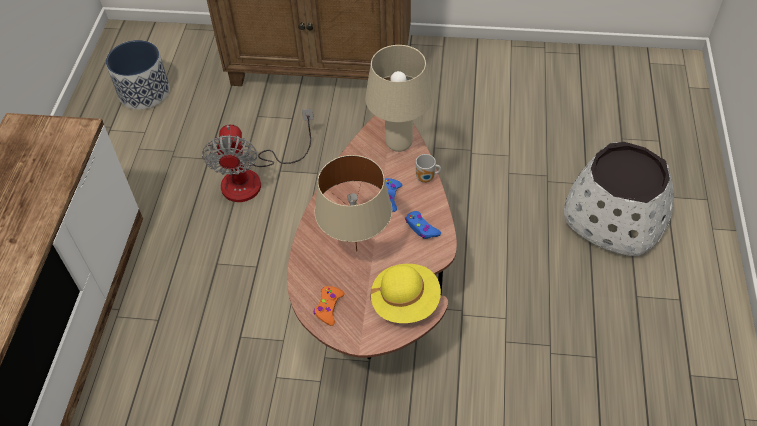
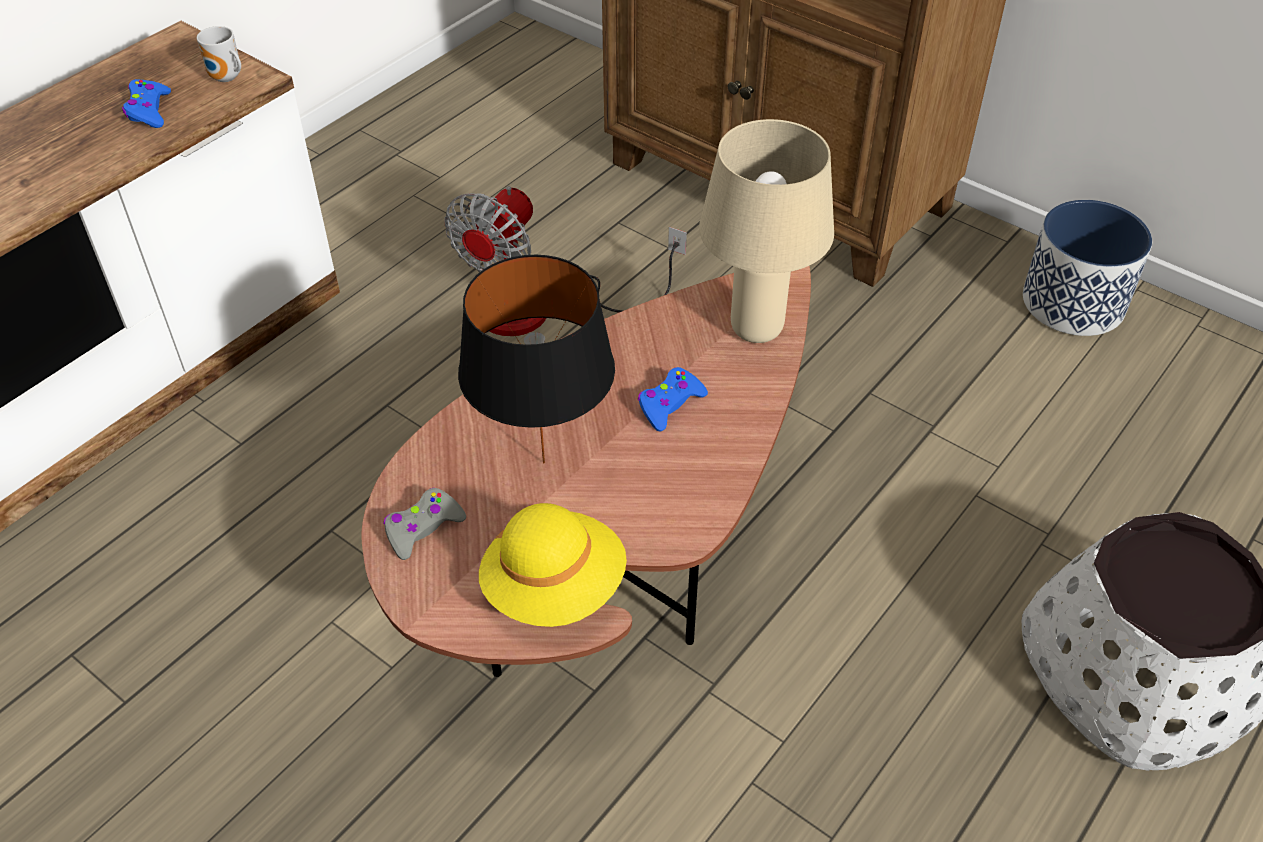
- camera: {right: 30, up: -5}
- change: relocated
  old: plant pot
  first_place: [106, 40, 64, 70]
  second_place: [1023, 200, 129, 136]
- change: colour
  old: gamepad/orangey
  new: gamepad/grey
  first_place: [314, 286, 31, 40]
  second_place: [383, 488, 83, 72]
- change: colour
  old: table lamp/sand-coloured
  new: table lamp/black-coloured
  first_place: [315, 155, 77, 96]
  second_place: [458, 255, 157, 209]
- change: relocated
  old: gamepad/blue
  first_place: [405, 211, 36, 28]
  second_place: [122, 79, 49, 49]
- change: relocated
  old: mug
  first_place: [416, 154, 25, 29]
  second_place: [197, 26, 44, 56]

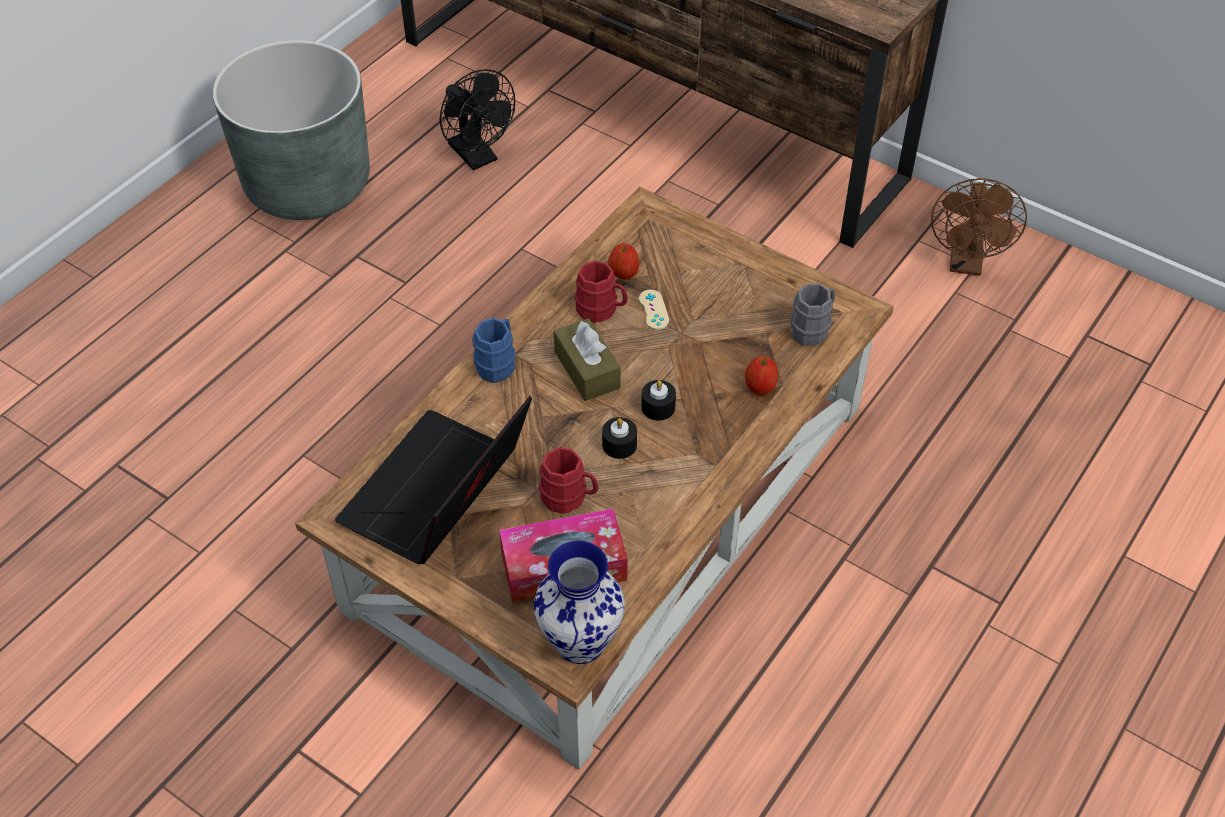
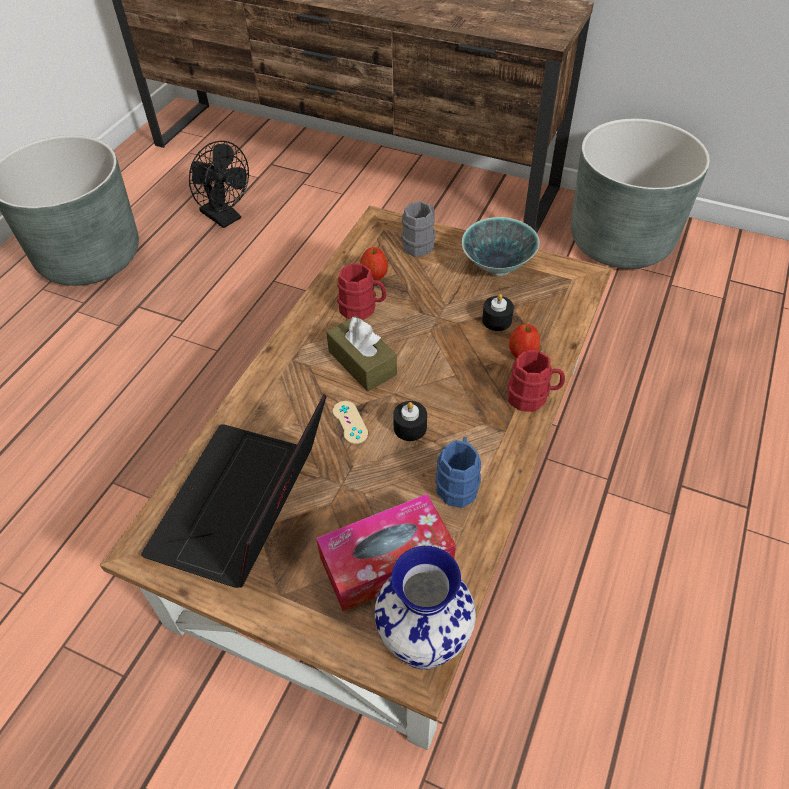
- camera: {right: -10, up: 0}
- change: relocated
  old: mug/blue
  first_place: [472, 318, 44, 65]
  second_place: [436, 437, 45, 71]
- change: relocated
  old: mug/red-coloured
  first_place: [539, 447, 59, 67]
  second_place: [507, 350, 58, 62]
- change: relocated
  old: gamepad/sand-coloured
  first_place: [639, 290, 30, 40]
  second_place: [333, 401, 35, 43]
- change: relocated
  old: candle/black-coloured
  first_place: [641, 380, 35, 41]
  second_place: [482, 294, 32, 37]
- change: relocated
  old: mug/grey
  first_place: [790, 283, 45, 63]
  second_place: [401, 201, 35, 56]
- change: exchanged
  old: fan/brown
  new: plant pot/grey
  first_place: [931, 178, 96, 98]
  second_place: [571, 118, 139, 151]
- change: appeared
  new: serving bowl
  second_place: [462, 217, 77, 59]

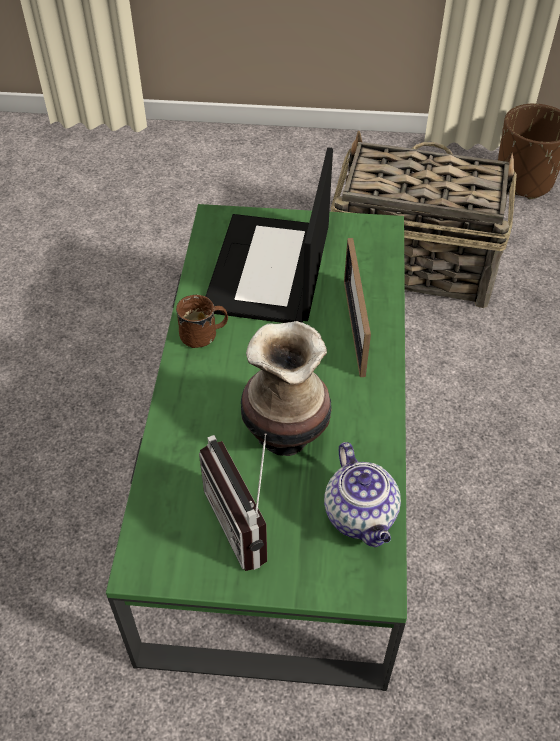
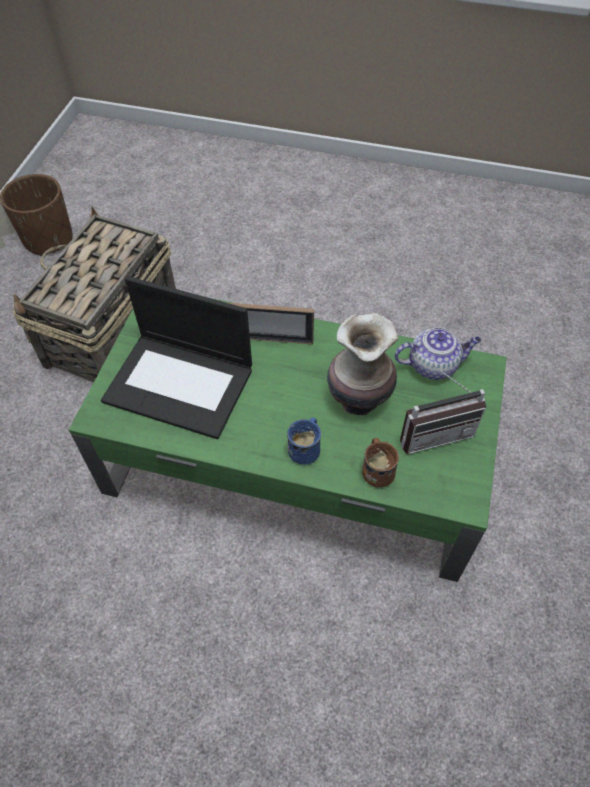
- camera: {right: -80, up: 5}
- change: relocated
  old: mug/brown
  first_place: [176, 294, 52, 54]
  second_place: [362, 438, 37, 50]
- change: appeared
  new: mug/blue
  second_place: [287, 417, 34, 48]

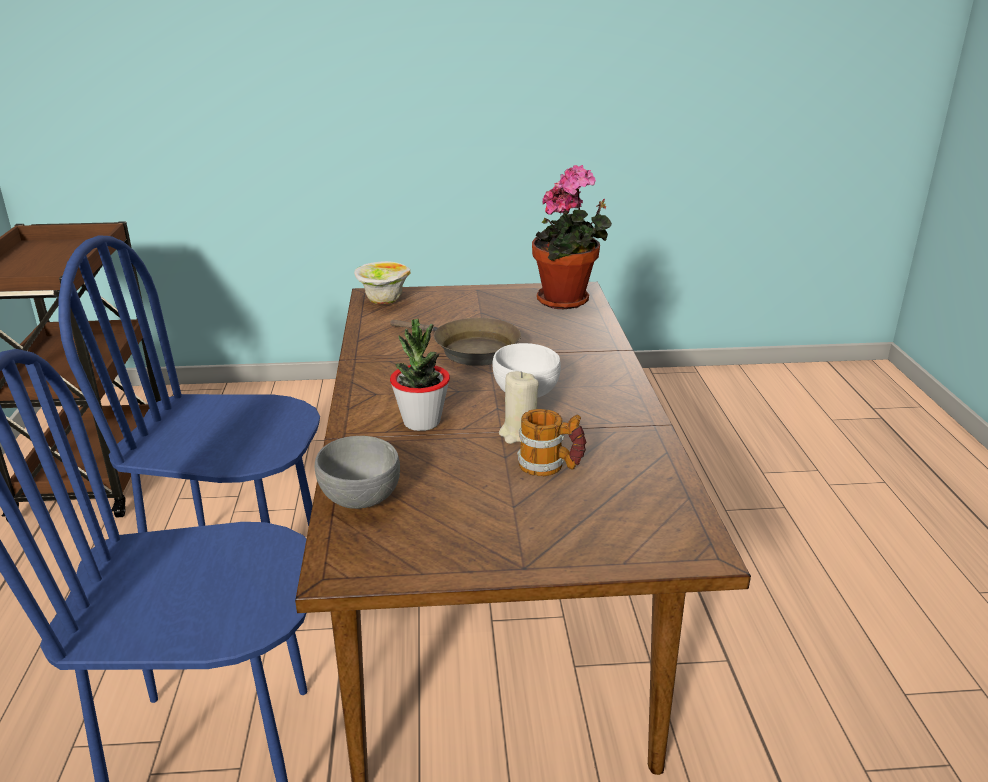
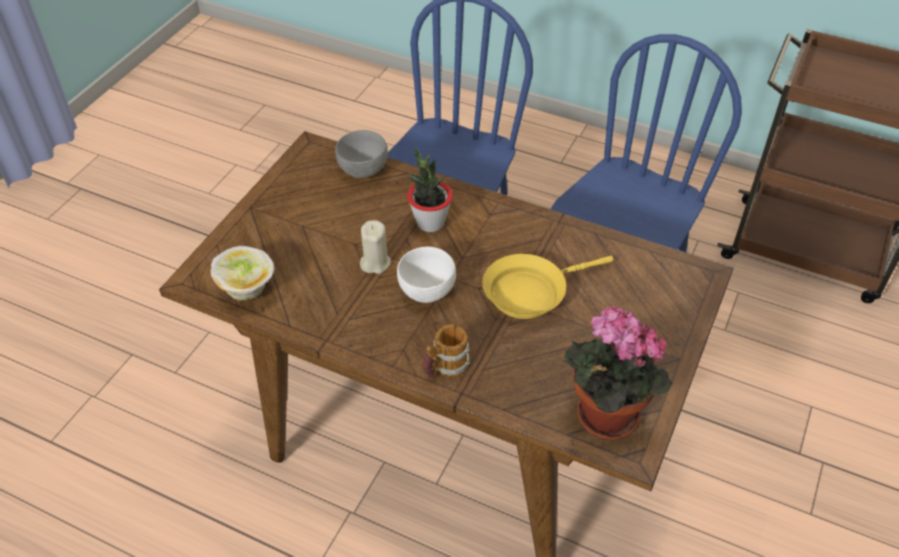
- camera: {right: 120, up: 20}
- change: relocated
  old: serving bowl
  first_place: [354, 261, 57, 43]
  second_place: [210, 246, 64, 55]
- change: colour
  old: skillet/brown
  new: skillet/yellowish
  first_place: [390, 318, 131, 48]
  second_place: [483, 254, 131, 65]
- change: relocated
  old: mug
  first_place: [517, 409, 69, 67]
  second_place: [422, 324, 48, 54]

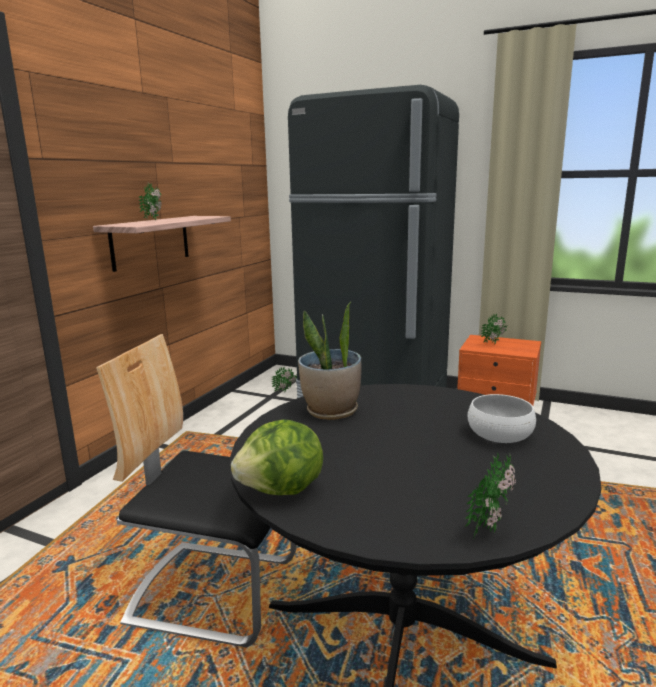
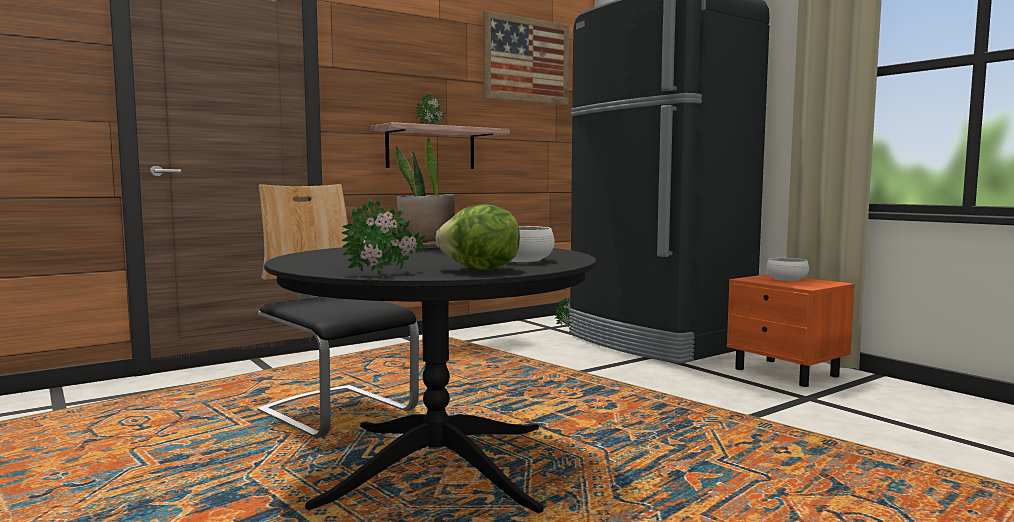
- camera: {right: 30, up: -10}
- change: relocated
  old: lettuce head
  first_place: [231, 419, 92, 76]
  second_place: [435, 204, 85, 66]
- change: exchanged
  old: potted plant
  new: serving bowl/white-coloured
  first_place: [481, 313, 26, 31]
  second_place: [766, 258, 43, 23]
- change: appeared
  new: wall art
  second_place: [483, 11, 86, 94]

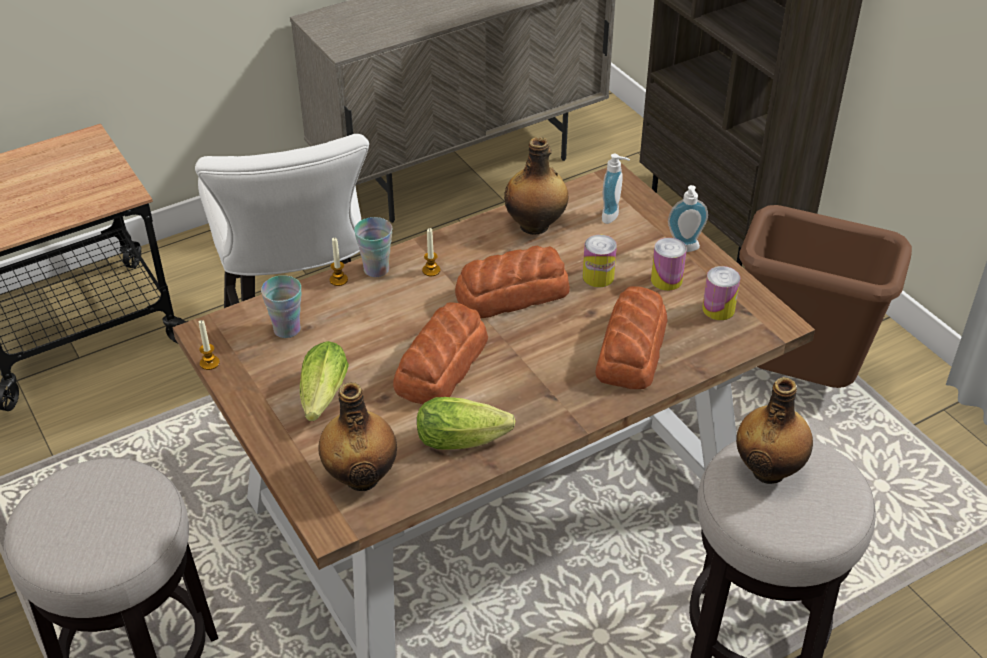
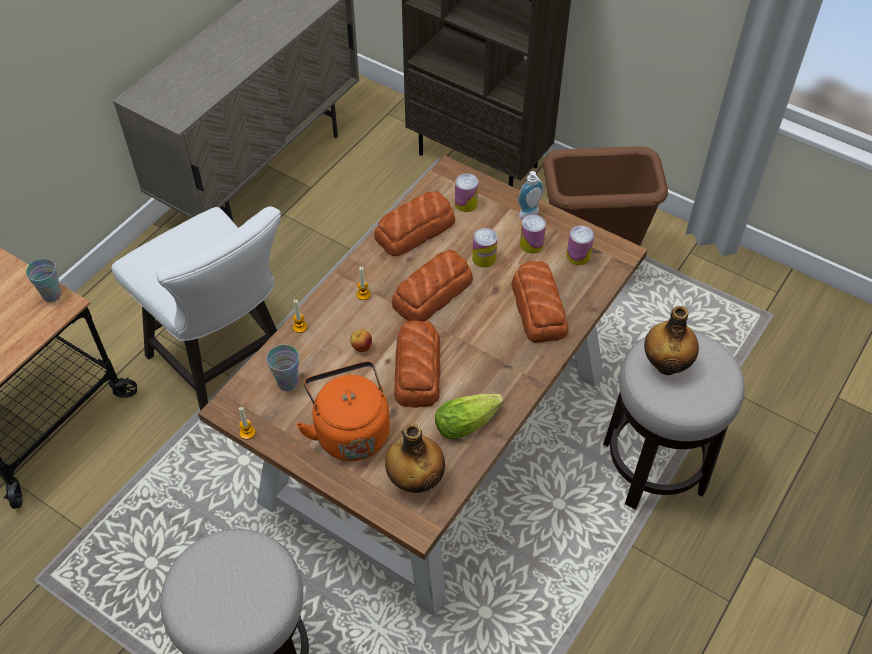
- camera: {right: -25, up: 10}
- change: exchanged
  old: lettuce head
  new: kettle/orangey
  first_place: [300, 341, 49, 80]
  second_place: [296, 361, 94, 100]
- change: relocated
  old: small cup
  first_place: [354, 217, 38, 60]
  second_place: [26, 259, 36, 43]
- change: exchanged
  old: beverage bottle
  new: baked bread
  first_place: [504, 137, 64, 98]
  second_place: [374, 191, 81, 65]
- change: exchanged
  old: soap bottle
  new: metal can
  first_place: [602, 154, 28, 70]
  second_place: [455, 174, 24, 38]
- change: appeared
  new: apple
  second_place: [350, 329, 22, 23]

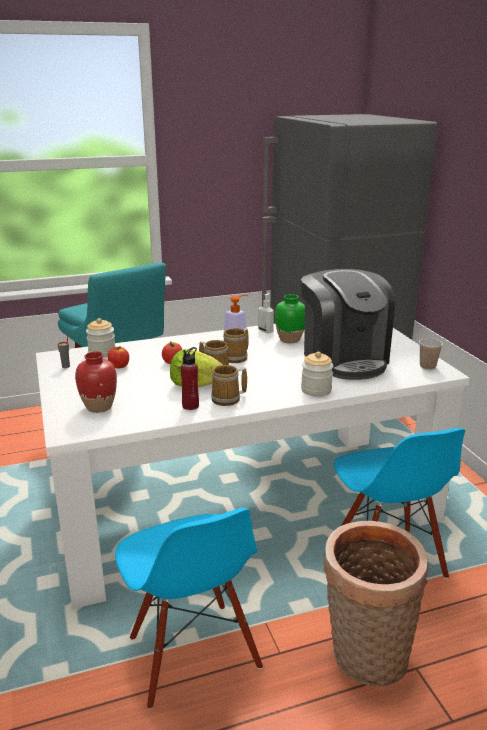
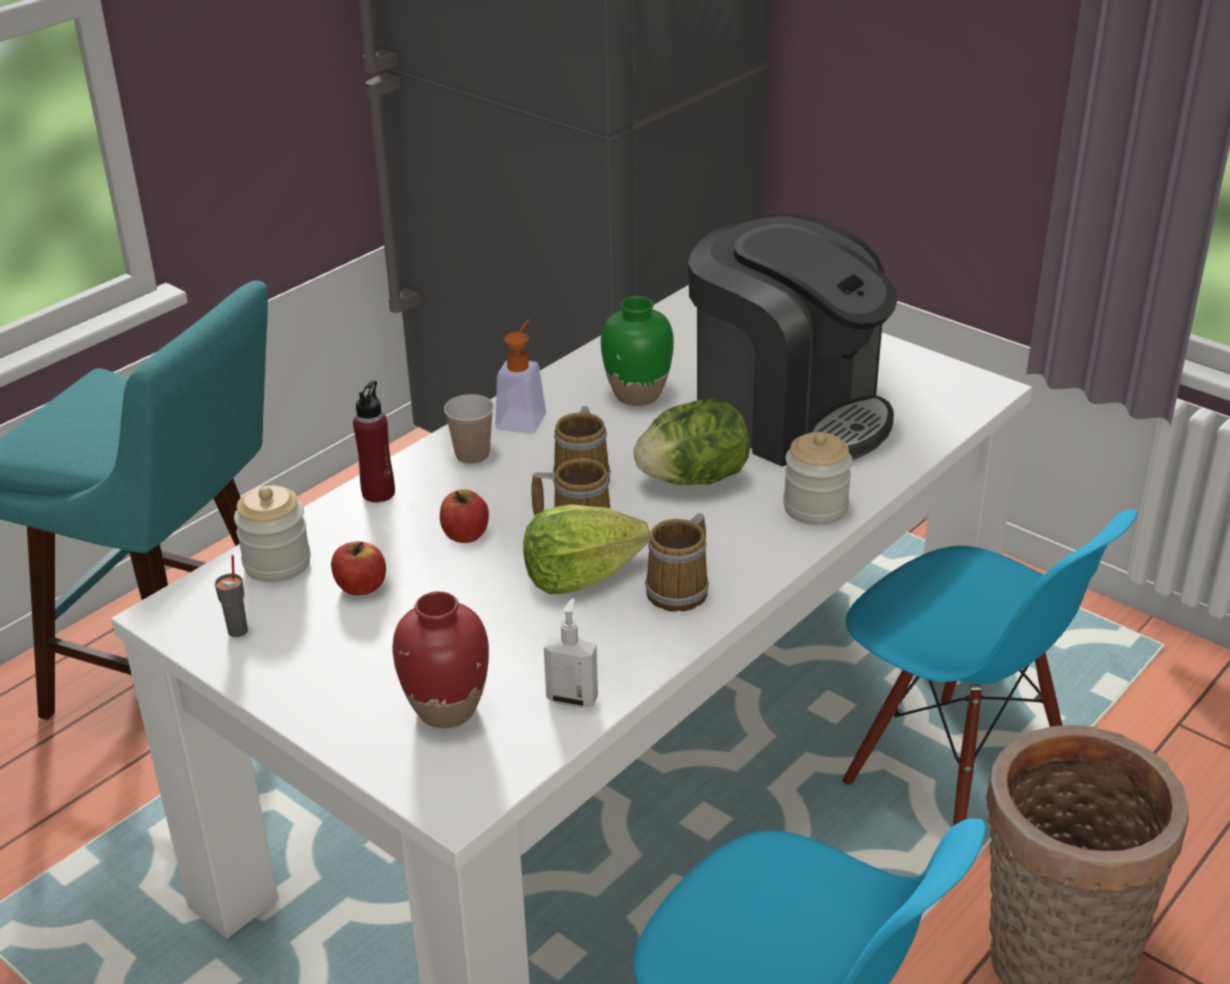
- camera: {right: -30, up: 10}
- change: relocated
  old: beverage bottle/red-coloured
  first_place: [181, 347, 18, 63]
  second_place: [353, 380, 42, 123]
- change: relocated
  old: soap bottle
  first_place: [258, 293, 16, 40]
  second_place: [544, 598, 54, 110]
- change: relocated
  old: small cup
  first_place: [419, 338, 24, 32]
  second_place: [444, 394, 50, 70]
- change: appeared
  new: lettuce head
  second_place: [634, 399, 116, 86]

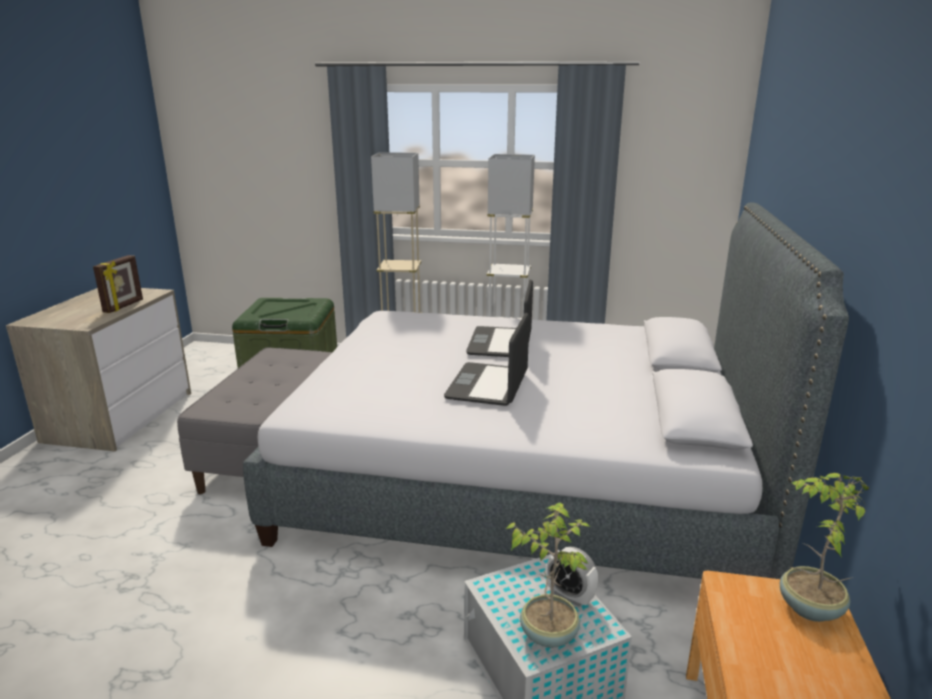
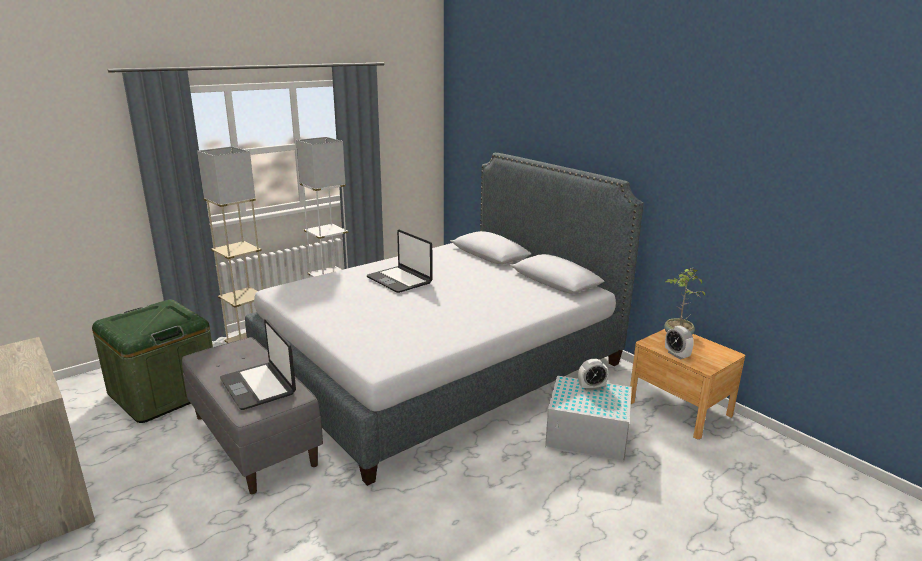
- camera: {right: -50, up: 0}
- change: missing
  old: picture frame
  first_place: [93, 255, 50, 58]
- change: relocated
  old: notebook computer
  first_place: [444, 312, 85, 94]
  second_place: [220, 319, 76, 91]
- change: missing
  old: potted plant
  first_place: [505, 502, 85, 146]
- change: appeared
  new: table clock
  second_place: [665, 326, 29, 34]

